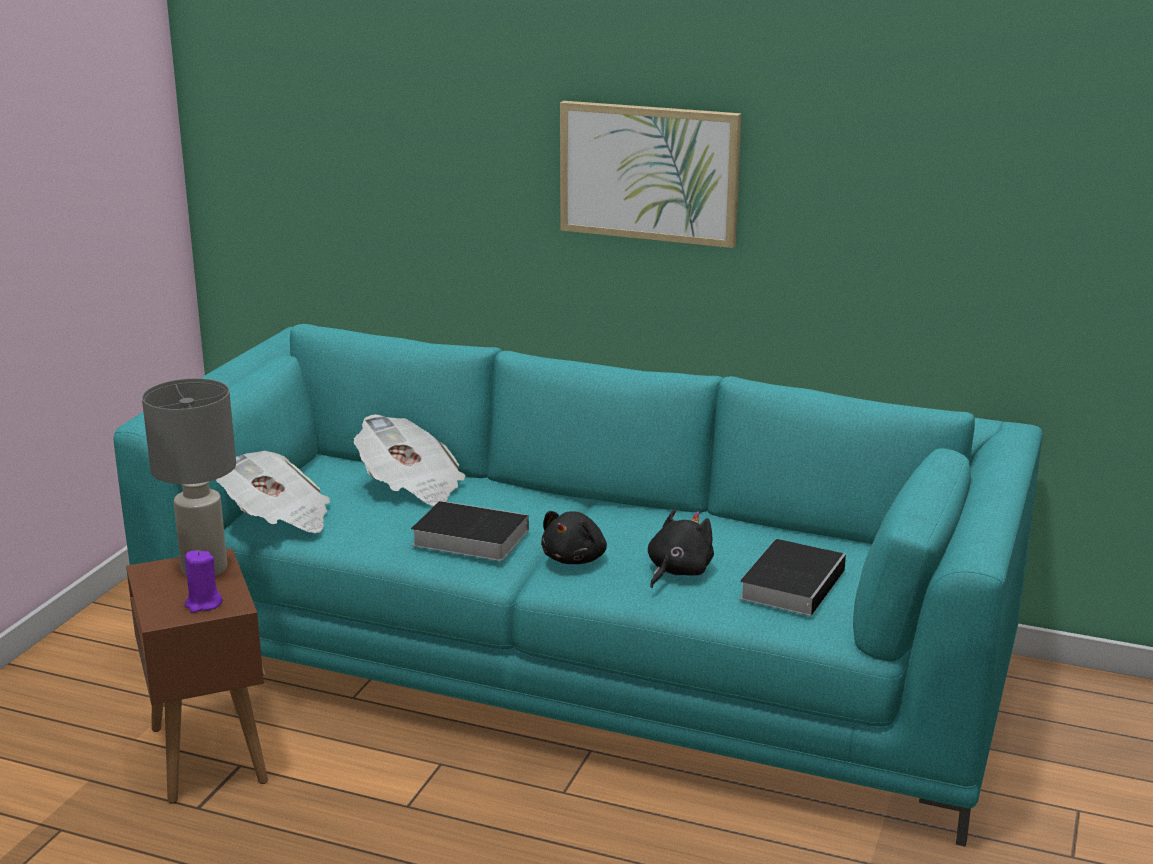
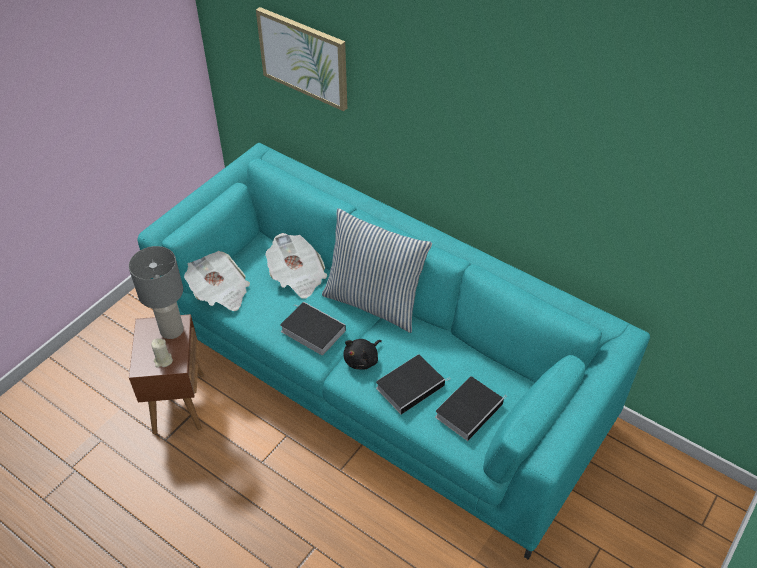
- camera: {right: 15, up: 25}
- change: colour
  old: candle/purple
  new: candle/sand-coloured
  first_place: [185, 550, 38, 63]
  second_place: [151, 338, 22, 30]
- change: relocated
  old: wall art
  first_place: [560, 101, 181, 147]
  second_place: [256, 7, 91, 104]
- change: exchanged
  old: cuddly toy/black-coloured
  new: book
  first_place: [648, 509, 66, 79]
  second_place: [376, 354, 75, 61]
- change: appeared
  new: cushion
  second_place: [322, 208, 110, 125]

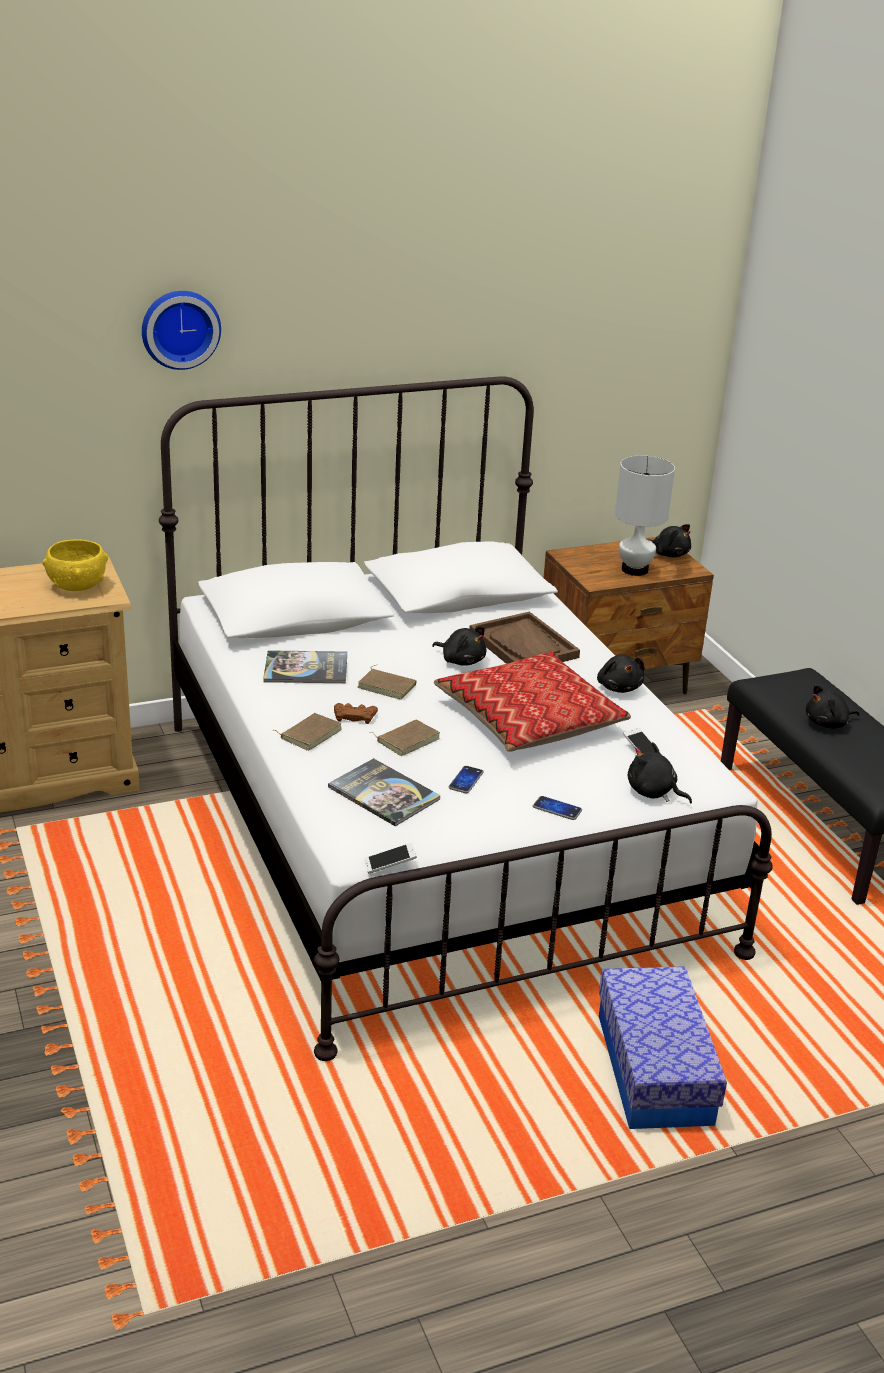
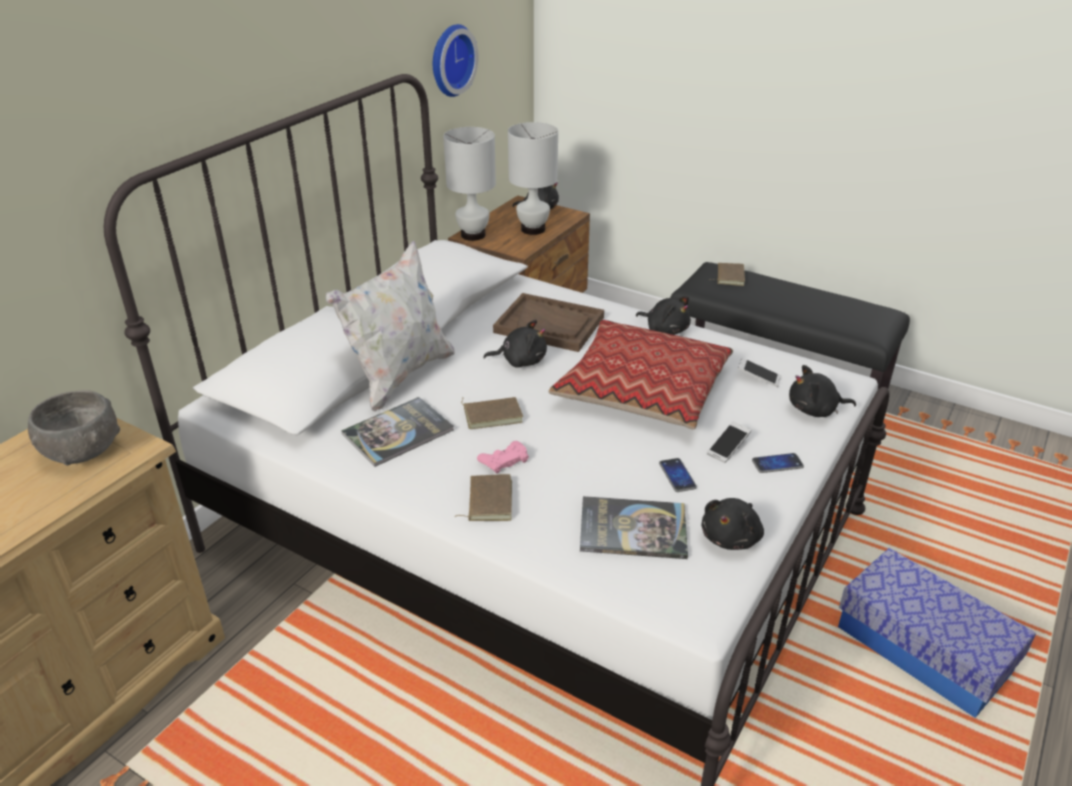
- camera: {right: -35, up: 5}
- change: colour
  old: serving bowl/yellowish
  new: serving bowl/grey
  first_place: [43, 539, 65, 52]
  second_place: [28, 390, 92, 75]
- change: relocated
  old: wall clock
  first_place: [142, 291, 79, 79]
  second_place: [433, 24, 46, 73]
- change: colour
  old: gamepad/brown
  new: gamepad/pinkish
  first_place: [334, 703, 44, 21]
  second_place: [477, 441, 52, 32]
- change: relocated
  old: handset
  first_place: [364, 843, 53, 31]
  second_place: [707, 421, 44, 42]
- change: relocated
  old: book/brown
  first_place: [371, 719, 69, 37]
  second_place: [709, 263, 36, 23]
- change: relocated
  old: cuddly toy/black-coloured
  first_place: [806, 685, 53, 44]
  second_place: [701, 498, 63, 52]
- change: appeared
  new: cushion/white-coloured
  second_place: [326, 241, 129, 171]
- change: appeared
  new: table lamp/white-coloured
  second_place: [443, 127, 53, 114]

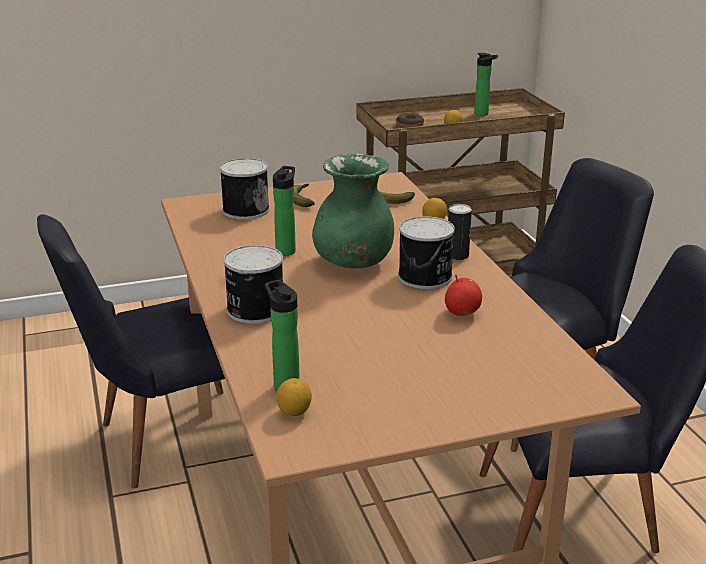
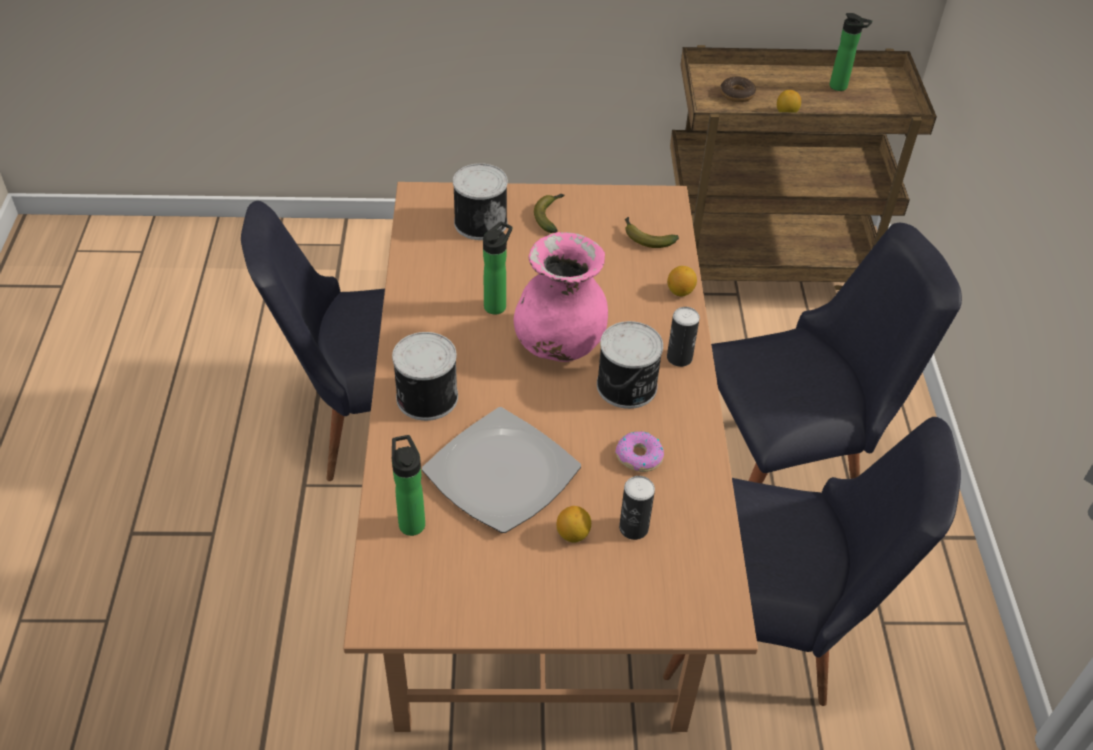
- camera: {right: 15, up: 20}
- change: relocated
  old: whole lemon
  first_place: [276, 378, 36, 38]
  second_place: [557, 506, 34, 37]
- change: colour
  old: decorative vase/green
  new: decorative vase/pinkish
  first_place: [312, 154, 82, 114]
  second_place: [514, 232, 94, 130]
- change: exchanged
  old: apple
  new: doughnut
  first_place: [445, 274, 37, 42]
  second_place: [615, 431, 49, 41]
- change: appeared
  new: dinner plate
  second_place: [422, 407, 159, 126]
- change: appeared
  new: metal can
  second_place: [619, 476, 36, 64]

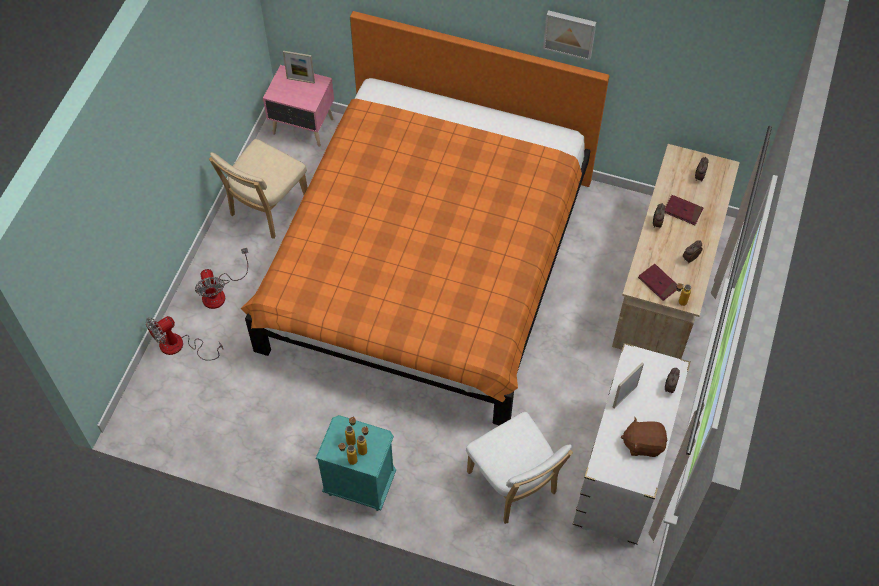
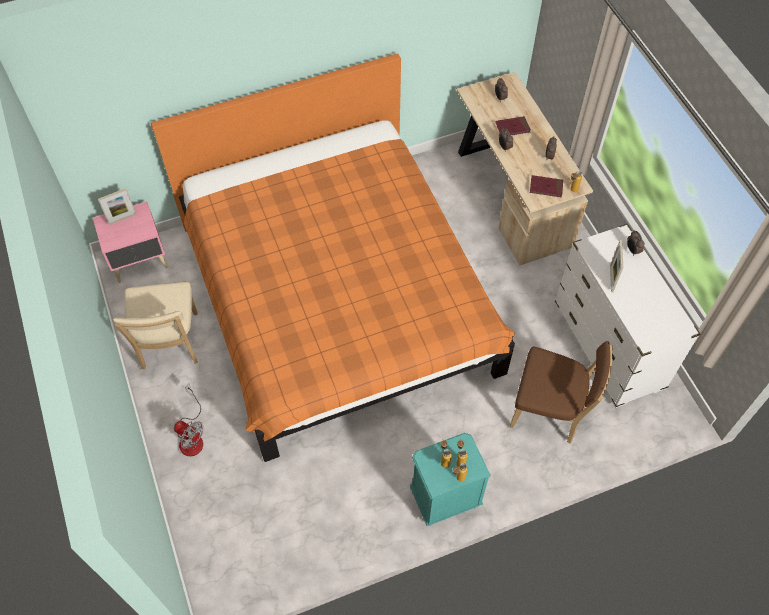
- camera: {right: -40, up: 0}
- change: missing
  old: fan
  first_place: [146, 316, 77, 45]
- change: colour
  old: chair/white-coloured
  new: chair/brown
  first_place: [466, 412, 107, 112]
  second_place: [510, 341, 103, 103]
- change: missing
  old: wall art
  first_place: [543, 10, 53, 50]
- change: missing
  old: cuddly toy/brown
  first_place: [621, 417, 46, 40]

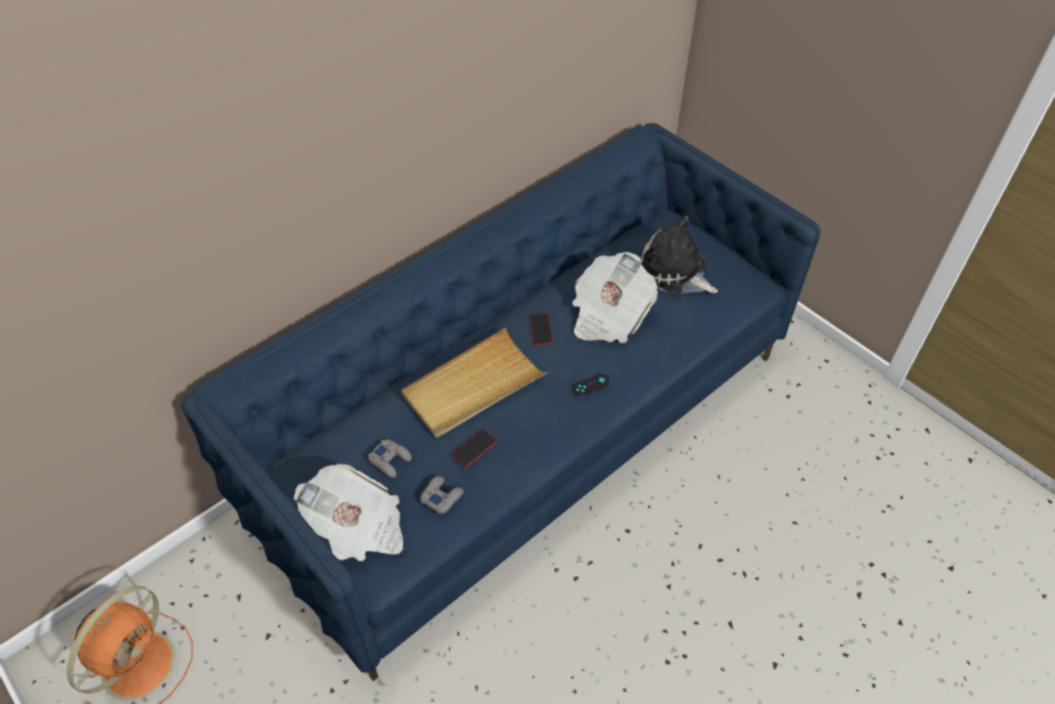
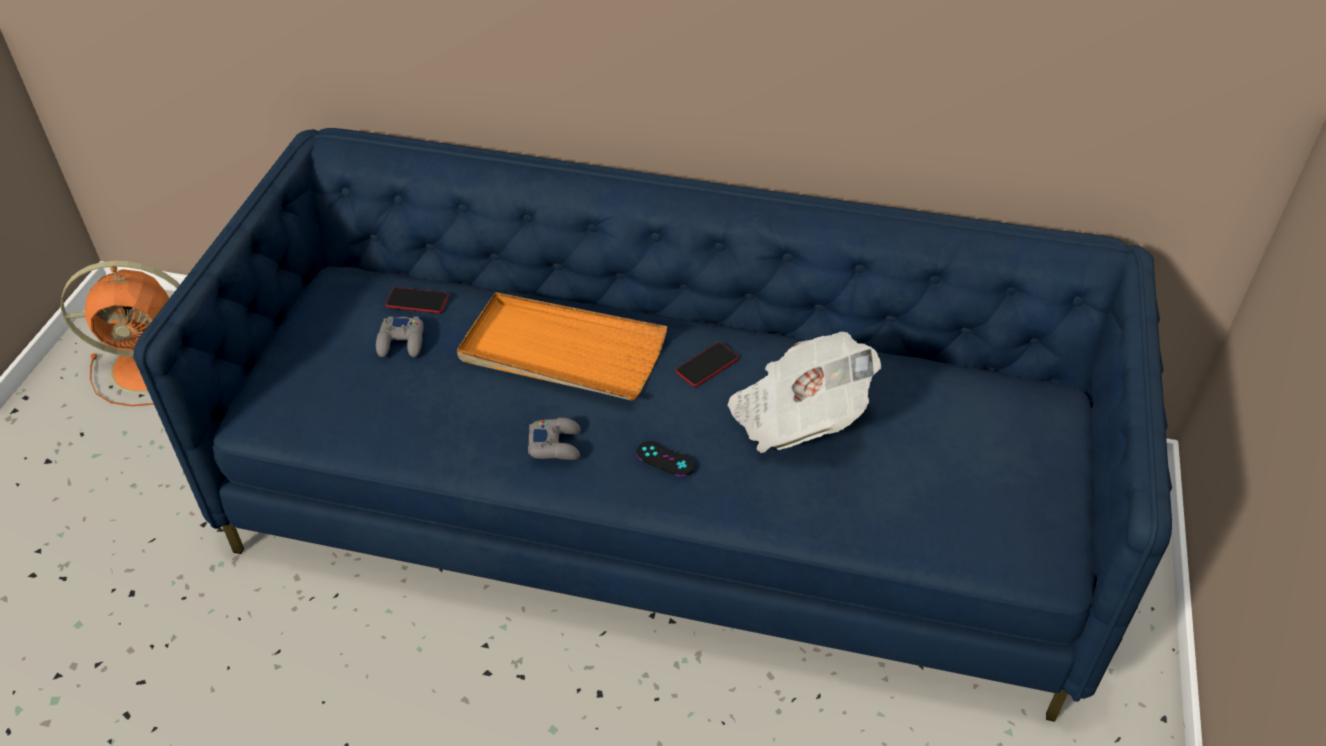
- camera: {right: 55, up: -5}
- change: missing
  old: newspaper
  first_place: [294, 464, 109, 97]
- change: colour
  old: tray/sand-coloured
  new: tray/orangey
  first_place: [401, 328, 146, 110]
  second_place: [457, 292, 210, 109]
- change: relocated
  old: gamepad/grey
  first_place: [420, 476, 44, 38]
  second_place: [528, 418, 53, 42]
- change: relocated
  old: handset
  first_place: [452, 429, 45, 38]
  second_place: [385, 287, 64, 26]
- change: missing
  old: cuddly toy
  first_place: [641, 215, 77, 80]

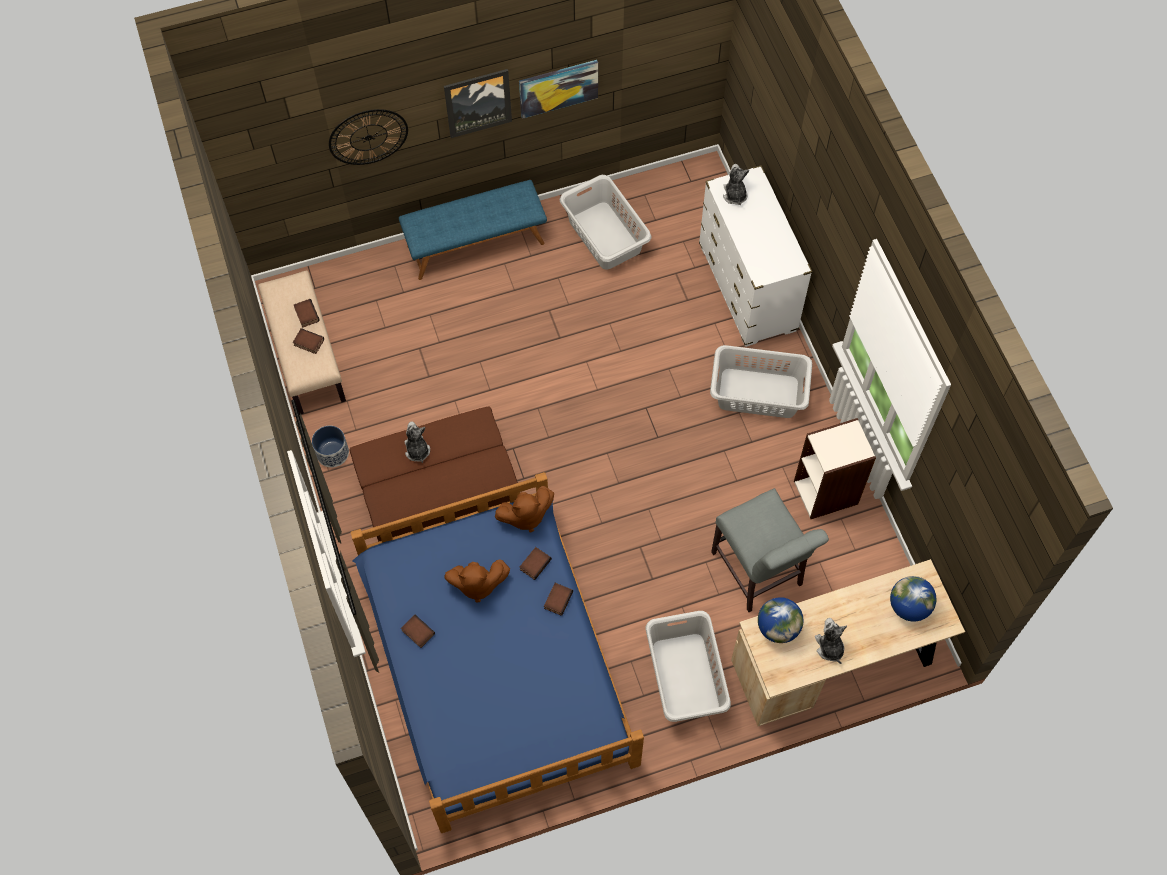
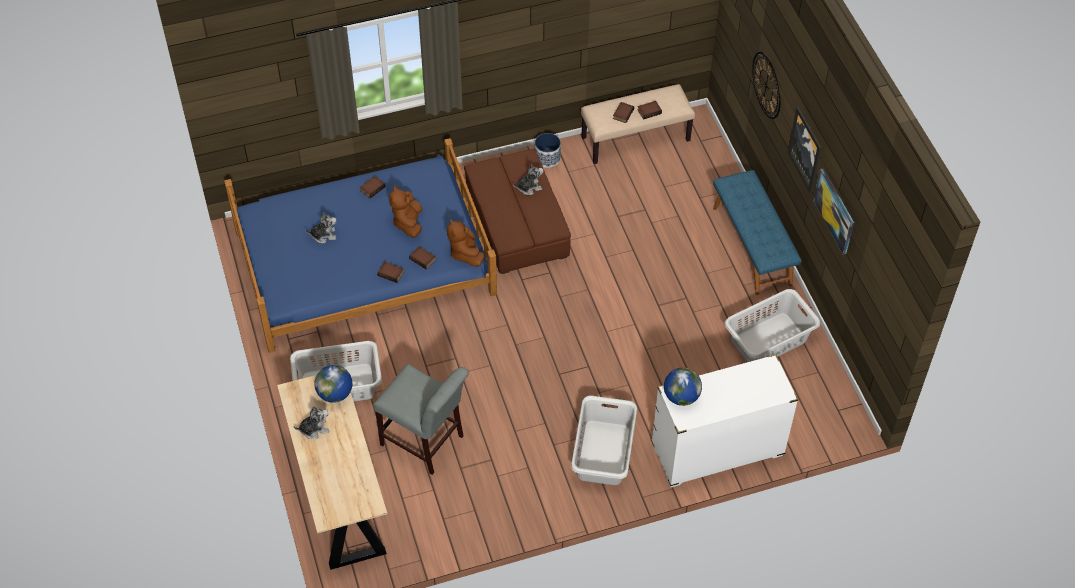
- camera: {right: 90, up: -10}
- change: spun
  old: chair/grey
  first_place: [711, 488, 118, 124]
  second_place: [374, 363, 95, 112]
  degrees: -120
- change: relocated
  old: cuddly toy
  first_place: [723, 164, 26, 41]
  second_place: [305, 212, 32, 31]
- change: missing
  old: bookshelf
  first_place: [794, 418, 82, 101]
- change: relocated
  old: globe
  first_place: [890, 576, 46, 46]
  second_place: [664, 368, 38, 38]

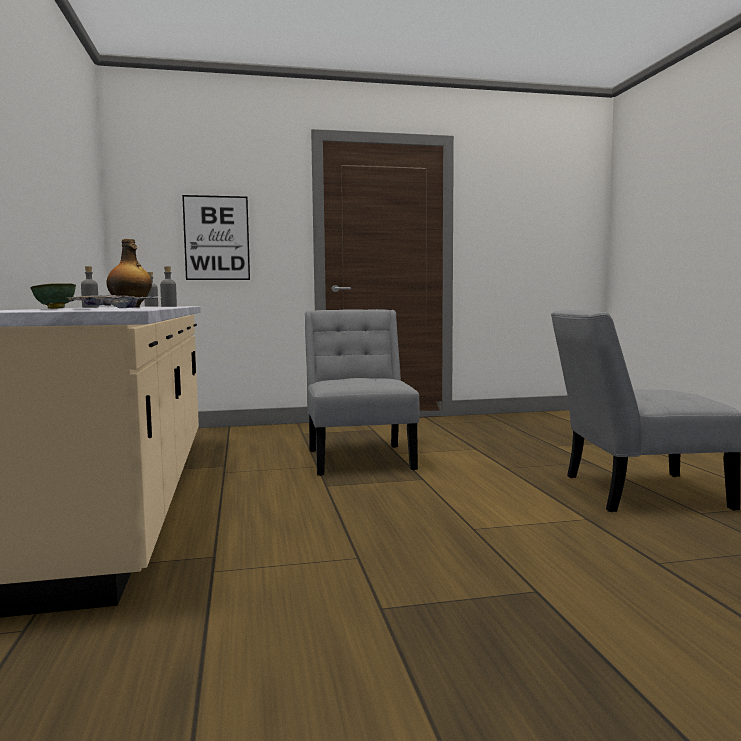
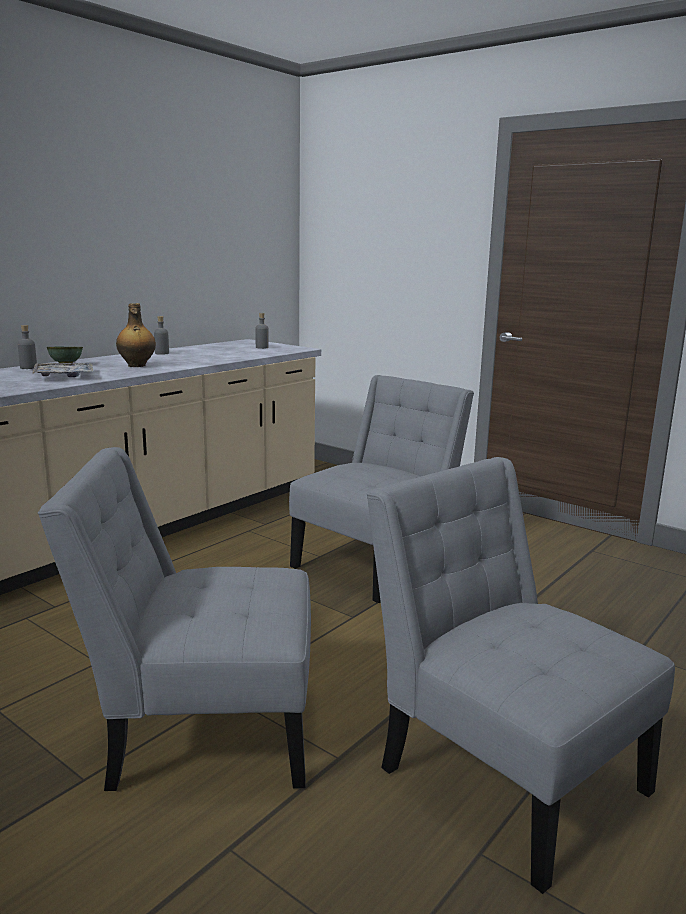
- camera: {right: 50, up: 10}
- change: relocated
  old: beverage bottle/grey
  first_place: [160, 266, 17, 41]
  second_place: [18, 325, 19, 44]
- change: missing
  old: wall art
  first_place: [182, 195, 68, 85]
- change: appeared
  new: chair/grey
  second_place: [38, 447, 273, 344]

